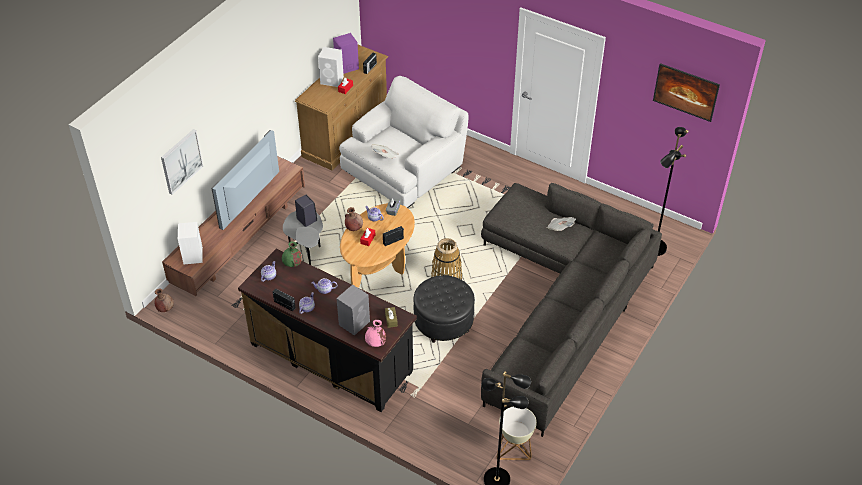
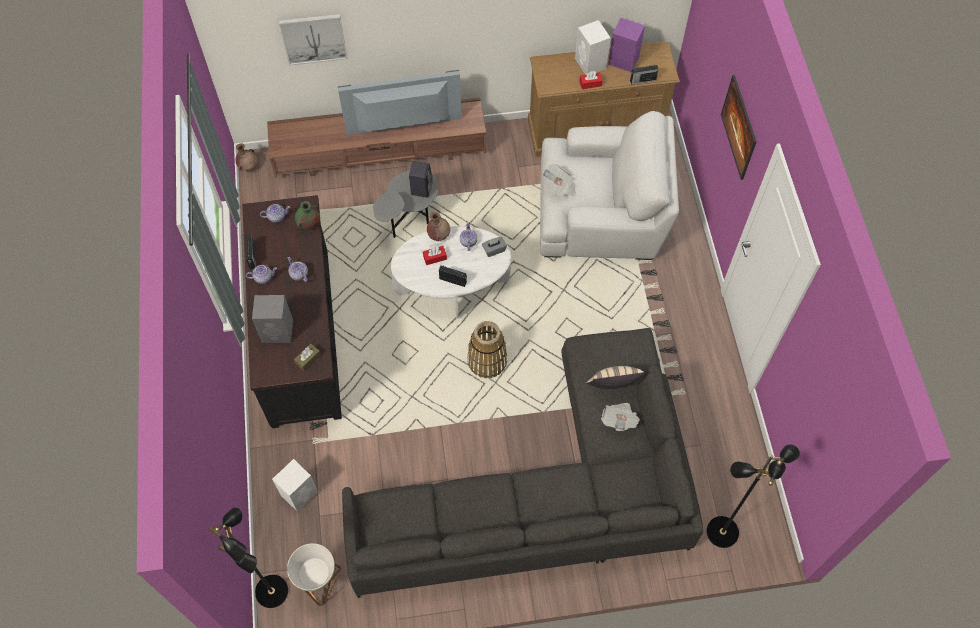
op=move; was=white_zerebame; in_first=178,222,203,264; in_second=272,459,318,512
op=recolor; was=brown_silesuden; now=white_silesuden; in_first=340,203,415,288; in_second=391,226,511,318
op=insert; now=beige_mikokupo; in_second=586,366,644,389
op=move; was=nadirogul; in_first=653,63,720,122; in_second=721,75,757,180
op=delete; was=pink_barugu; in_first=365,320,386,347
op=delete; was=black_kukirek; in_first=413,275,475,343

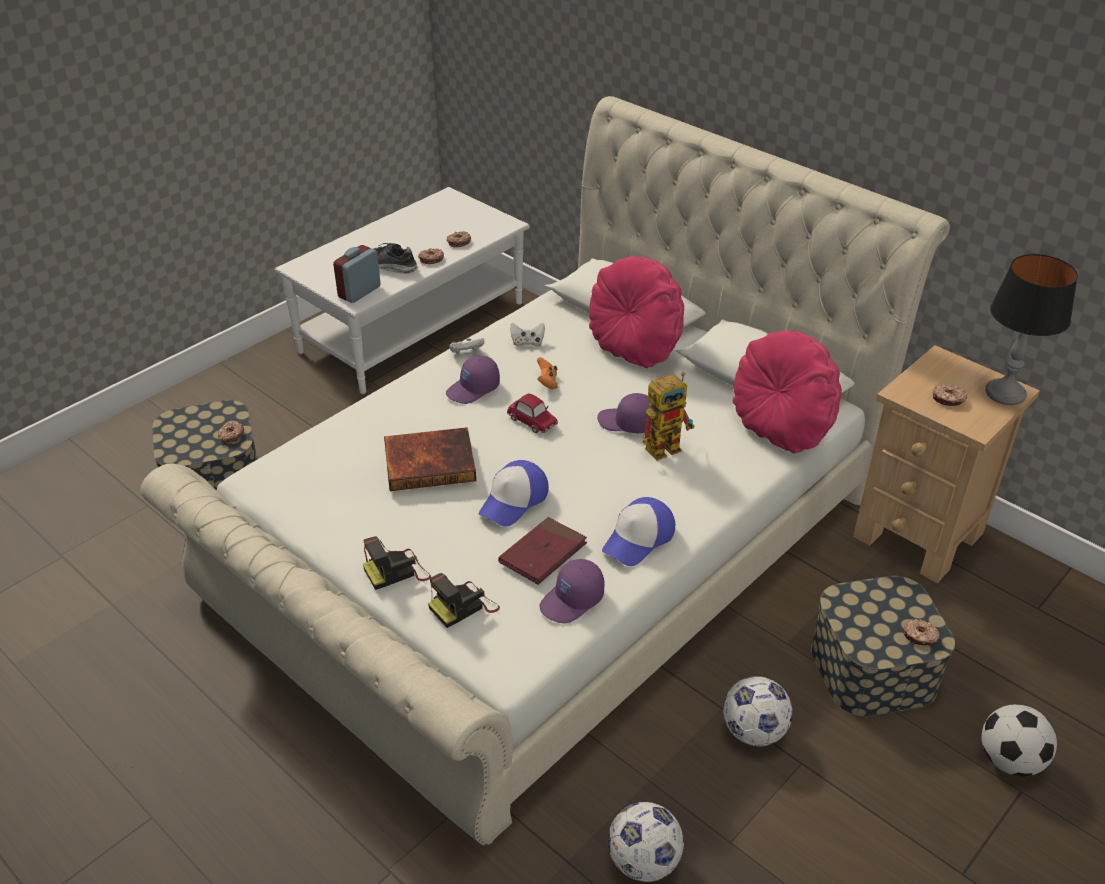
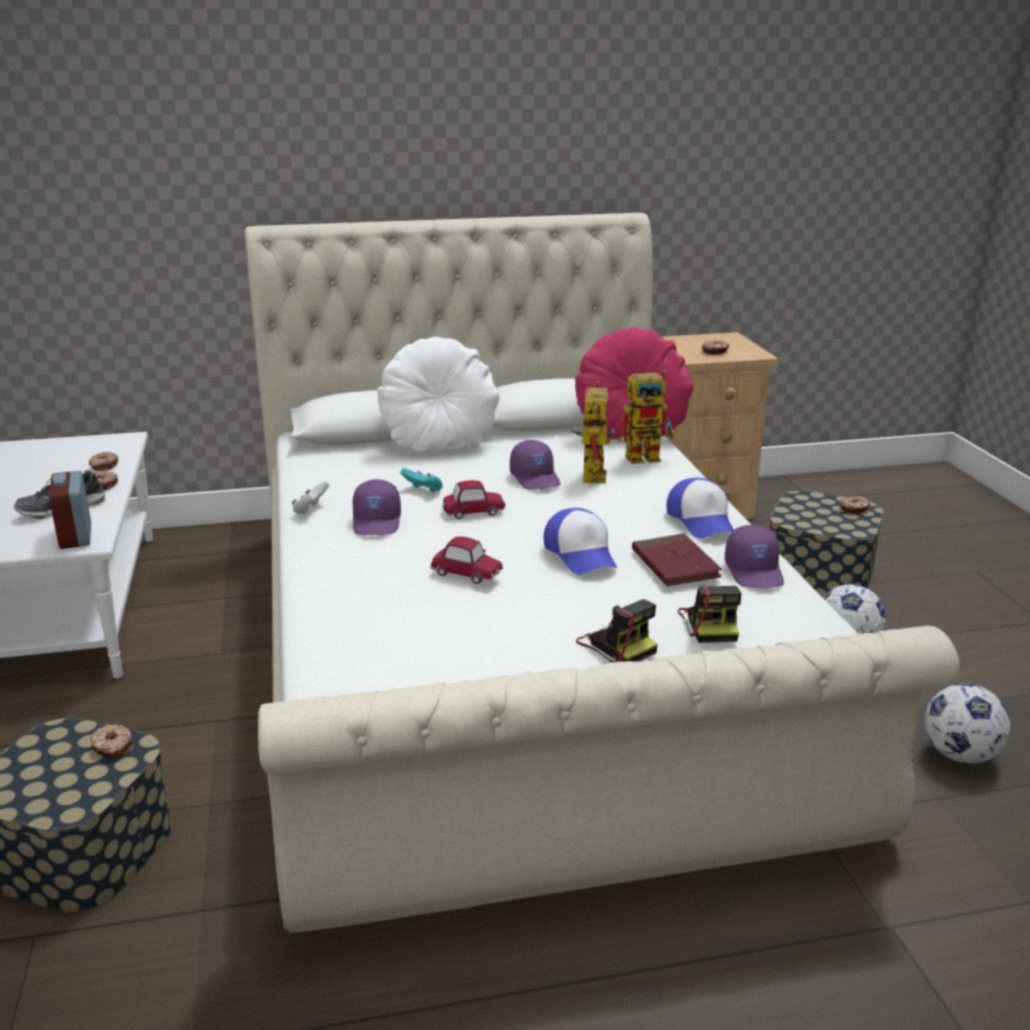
op=recolor; was=pink_mikokupo; now=white_mikokupo; in_first=589,256,684,368; in_second=377,337,499,453
op=recolor; was=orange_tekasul; now=turquoise_tekasul; in_first=537,357,558,390; in_second=400,467,443,492
op=replace; was=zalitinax; now=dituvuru; in_first=384,427,476,491; in_second=430,536,503,584
op=rotate; was=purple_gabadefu; in_first=597,393,651,433; in_second=510,440,561,490; clockwise=-75
op=rotate; was=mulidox; in_first=363,536,431,590; in_second=576,599,658,662; clockwise=-45
op=insert; now=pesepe; in_second=618,370,674,464
op=delete; was=white_tekasul; in_first=510,323,545,346
op=delete; was=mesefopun; in_first=982,704,1057,776
op=delete; was=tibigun; in_first=985,254,1078,405

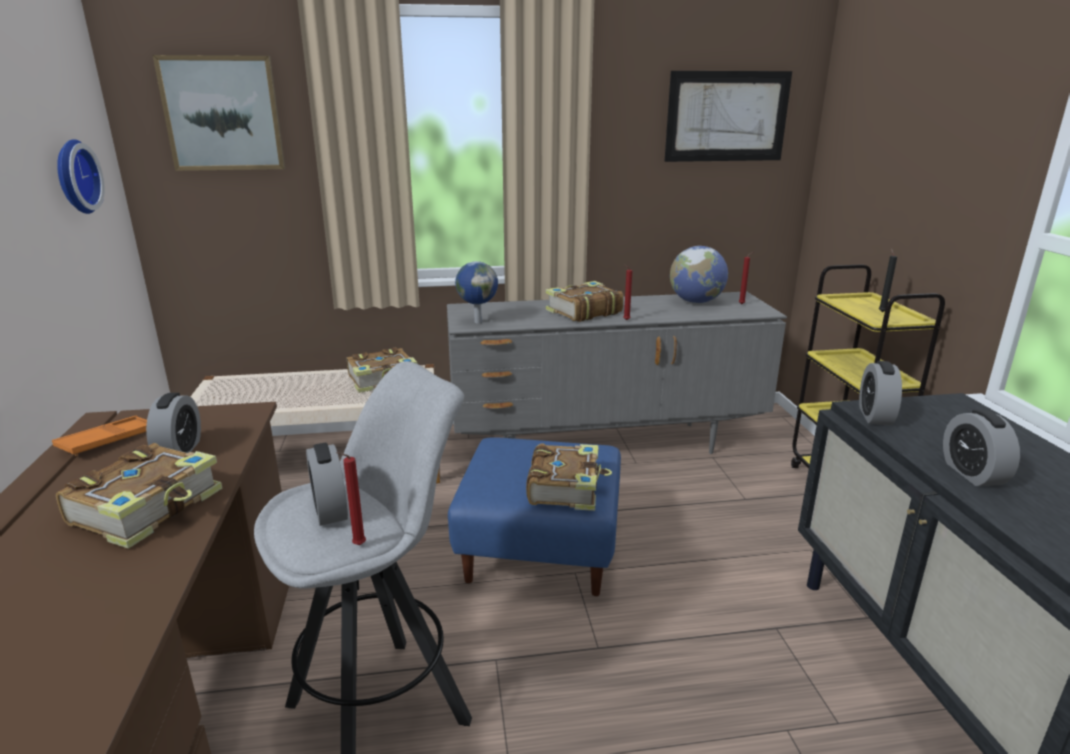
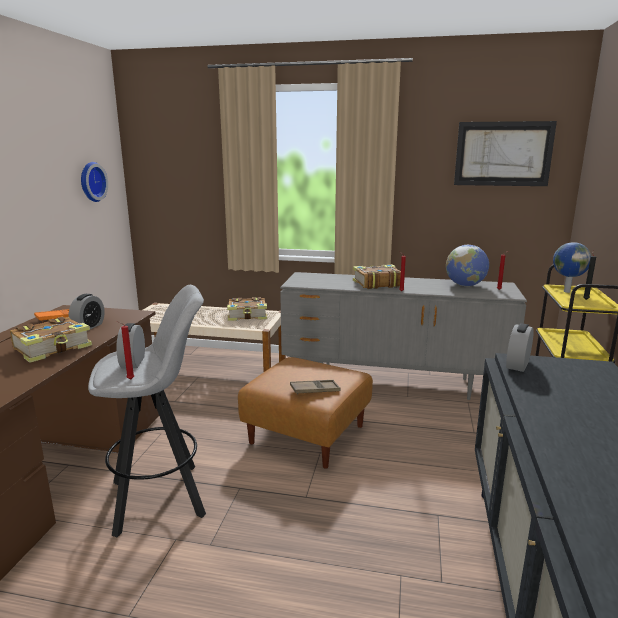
op=recolor; was=blue_kukirek; now=brown_kukirek; in_first=448,437,621,596; in_second=238,357,373,469
op=replace; was=zalitinax; now=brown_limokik; in_first=526,444,612,511; in_second=290,380,341,395
op=move; was=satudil; in_first=455,261,498,323; in_second=553,242,591,293
op=delete; was=nadirogul; in_first=153,55,285,171
op=delete; was=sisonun; in_first=943,409,1020,486

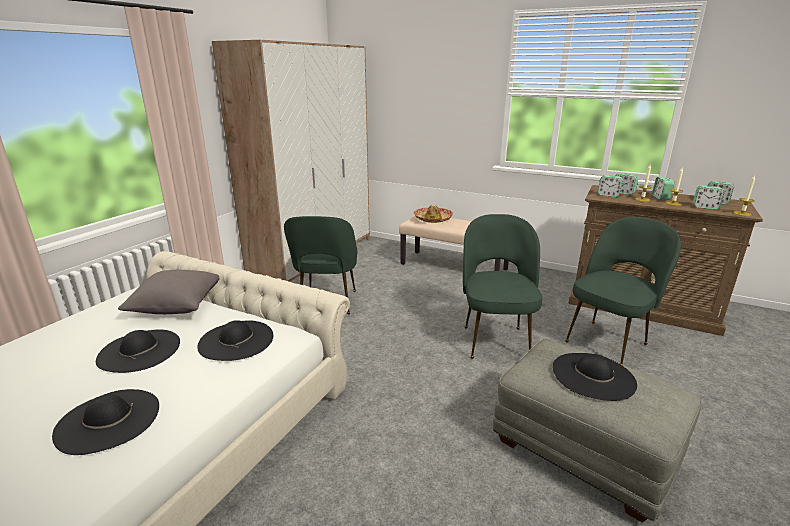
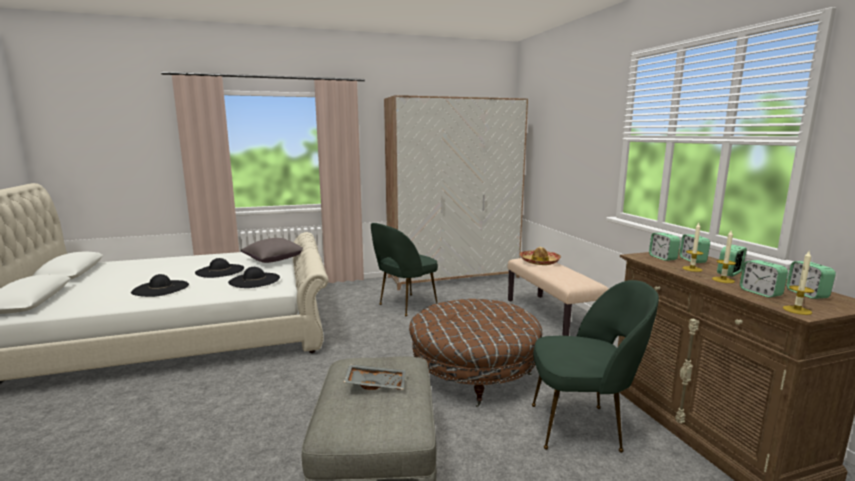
op=replace; was=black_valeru; now=grey_limokik; in_first=553,353,637,401; in_second=344,364,406,390
op=replace; was=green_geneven; now=brown_kukirek; in_first=463,214,543,359; in_second=409,299,542,407

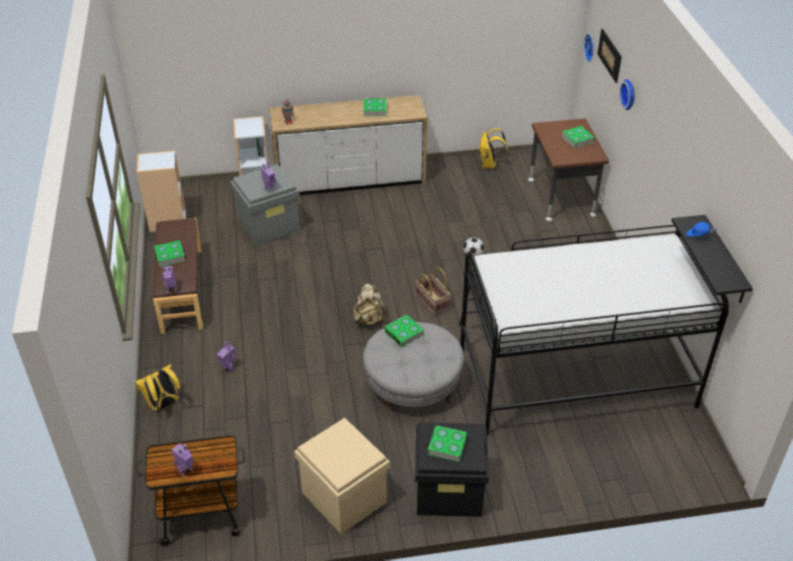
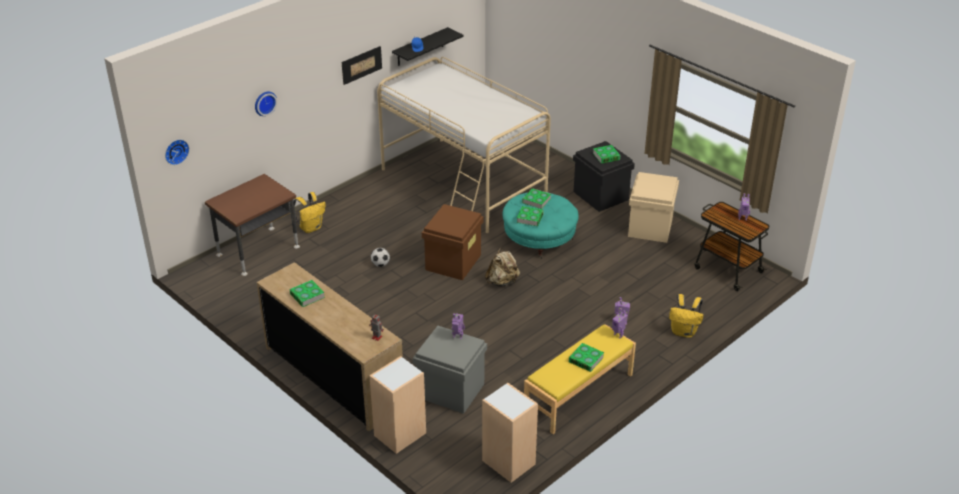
op=move; was=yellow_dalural; in_first=479,128,508,169; in_second=294,192,326,233
op=move; was=nadirogul; in_first=597,28,622,83; in_second=342,46,382,85
op=recolor; was=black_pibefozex; now=beige_pibefozex; in_first=459,225,729,436; in_second=377,57,551,233
op=replace; was=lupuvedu; now=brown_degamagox; in_first=416,268,451,316; in_second=422,204,484,280
op=recolor; was=grey_kukirek; now=turquoise_kukirek; in_first=363,322,464,411; in_second=503,192,579,259
op=move; was=zalitinax; in_first=561,126,595,148; in_second=522,188,551,209
op=recolor; was=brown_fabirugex; now=yellow_fabirugex; in_first=153,218,203,334; in_second=524,324,636,434

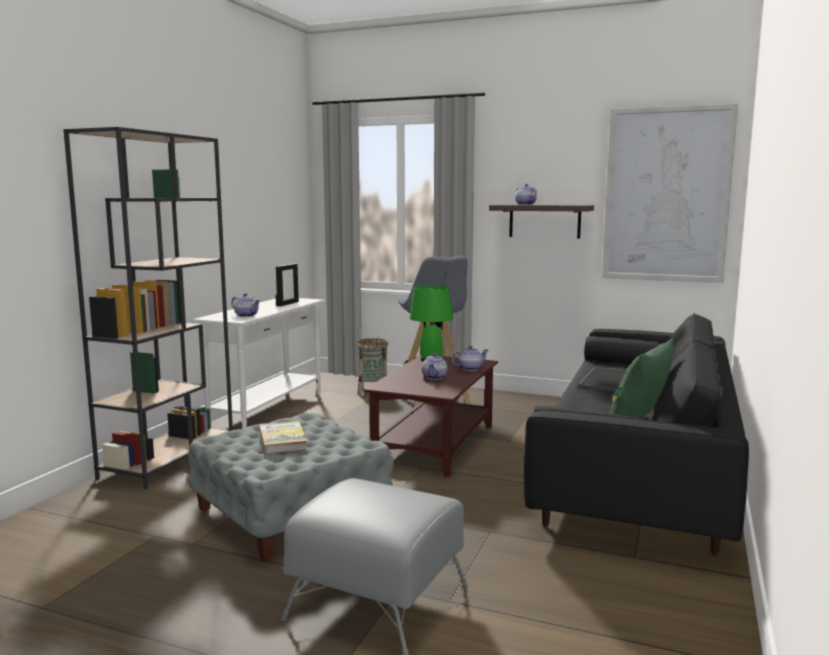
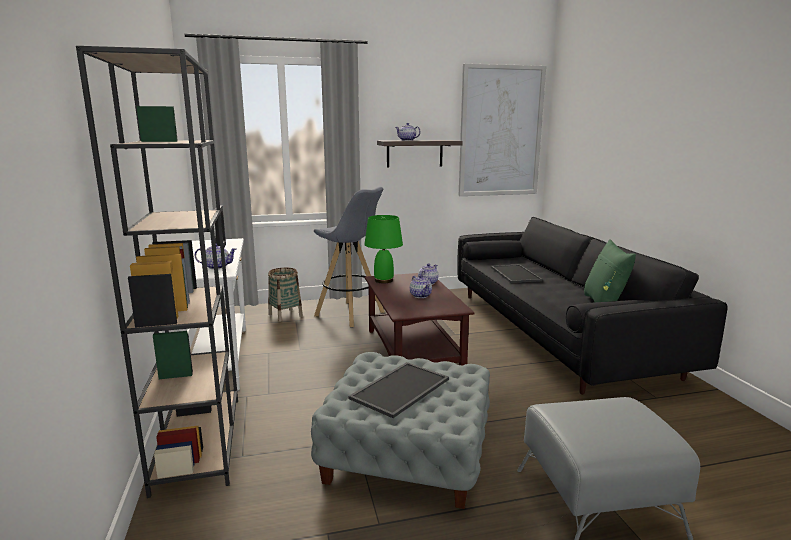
op=replace; was=zalitinax; now=limokik; in_first=259,421,307,453; in_second=348,362,449,418

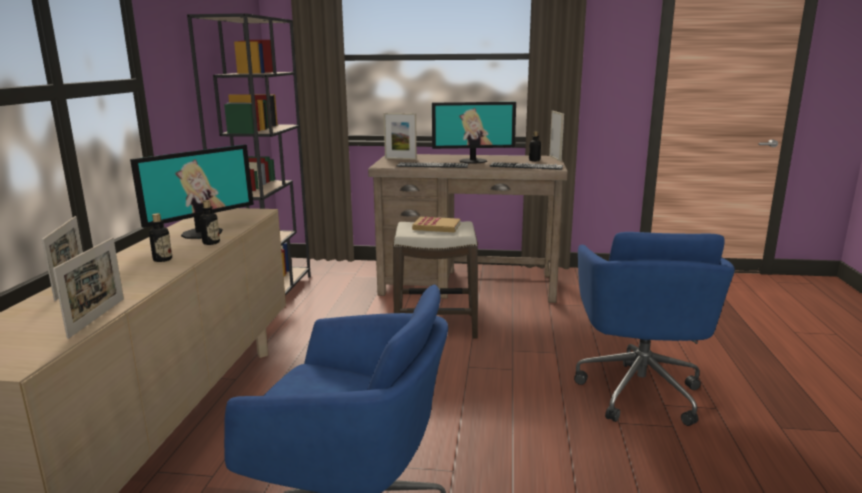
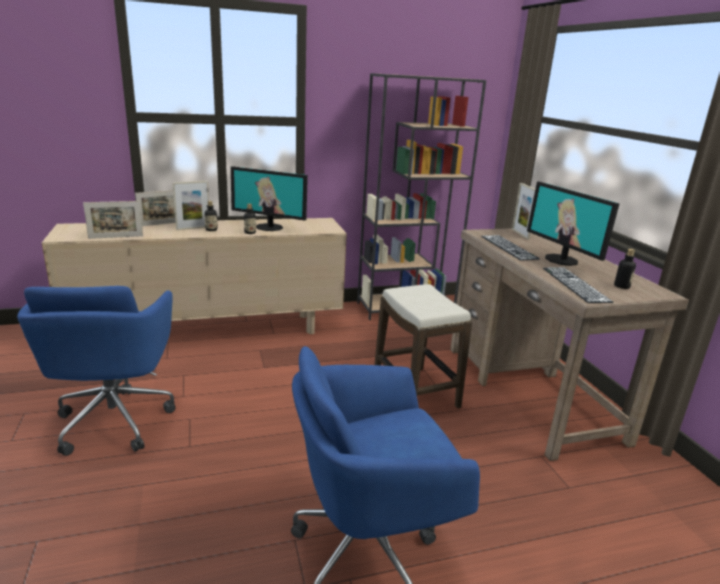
op=move; was=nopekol; in_first=549,111,564,161; in_second=172,181,209,230
op=delete; was=zalitinax; in_first=412,217,461,233

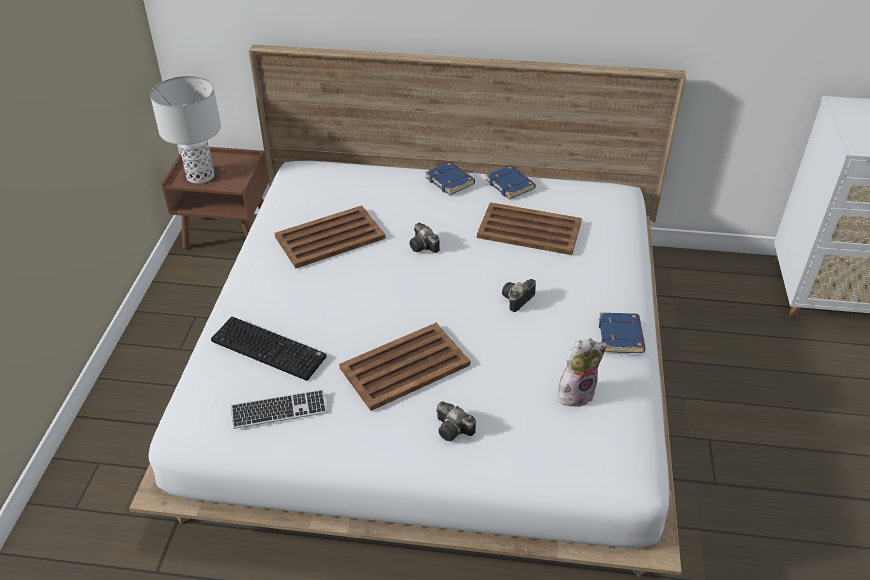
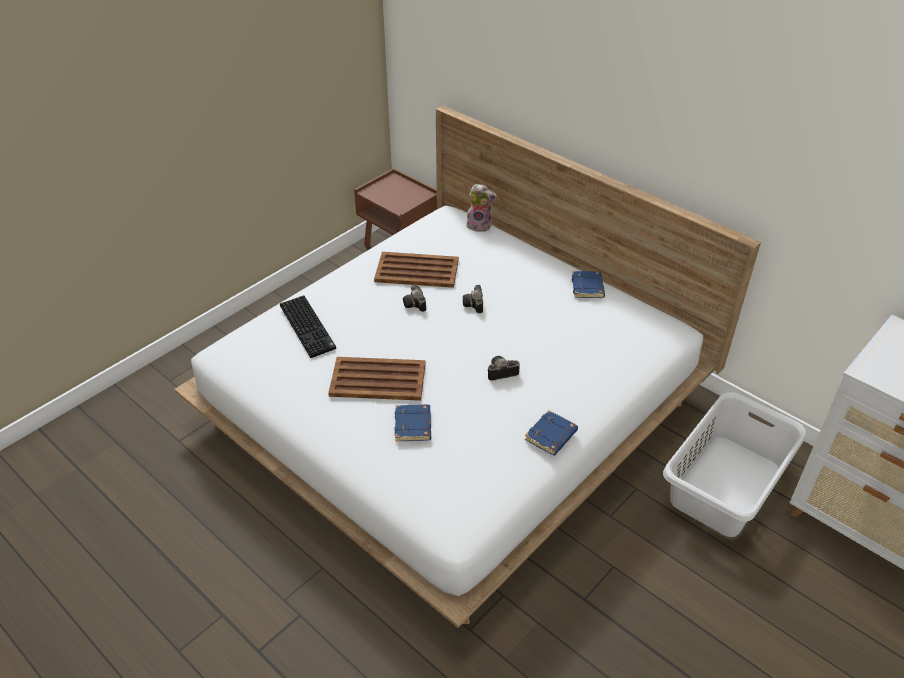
op=move; was=blue_zalitinax; in_first=425,162,475,196; in_second=395,404,431,442
op=move; was=mulidox; in_first=436,401,476,441; in_second=403,284,426,312
op=move; was=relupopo; in_first=558,338,607,407; in_second=467,184,497,232
op=insert; now=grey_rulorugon; in_second=663,392,806,537
op=delete; was=white_tibigun; in_first=150,76,221,184
op=delete; was=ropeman; in_first=231,389,327,429
op=delete; was=brown_limokik; in_first=477,202,582,255

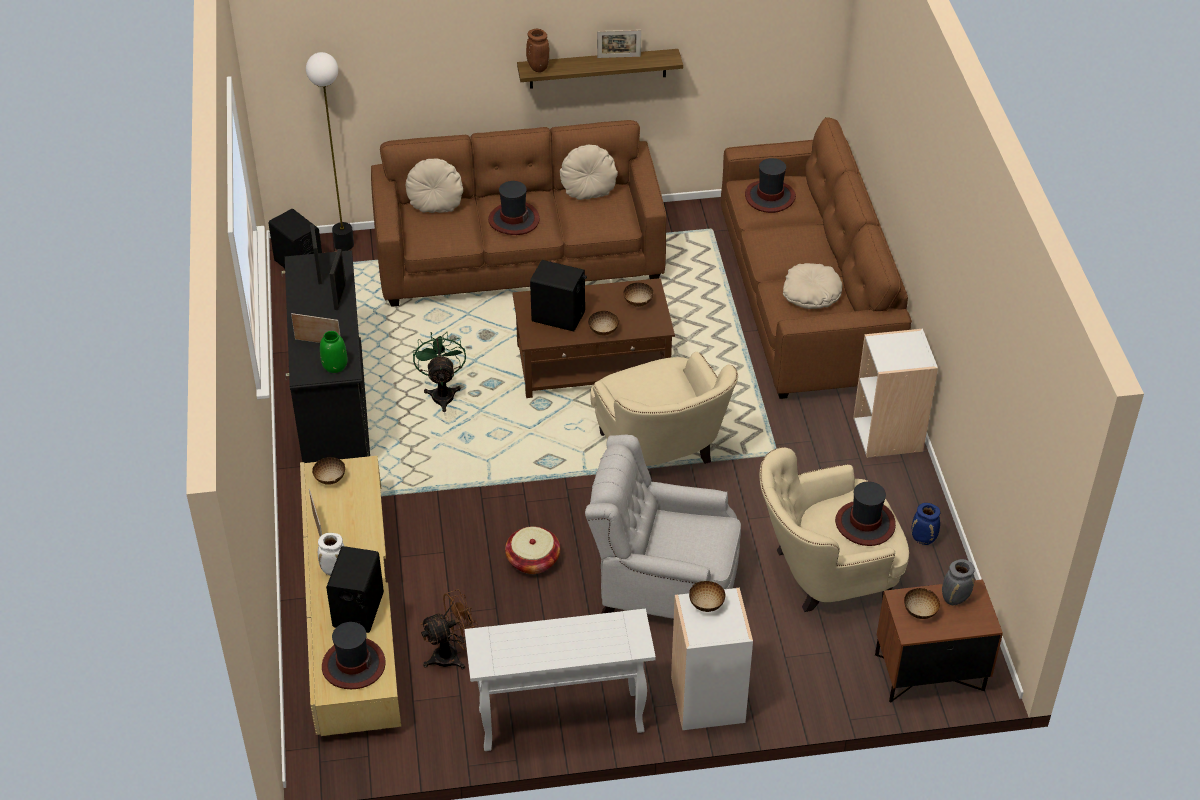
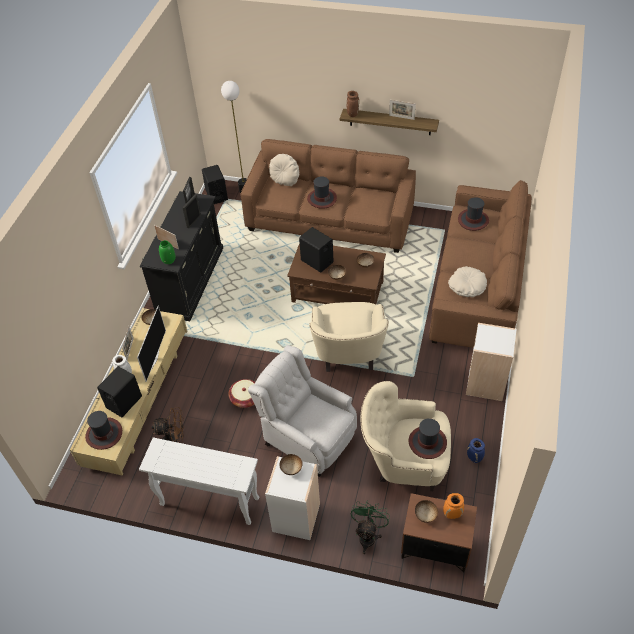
op=insert; now=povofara; in_second=137,305,166,382
op=move; was=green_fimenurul; in_first=413,331,466,412; in_second=351,500,390,554
op=recolor; was=grey_barugu; now=orange_barugu; in_first=942,559,975,605; in_second=443,493,464,519
op=delete; was=beige_mikokupo; in_first=560,145,618,200

